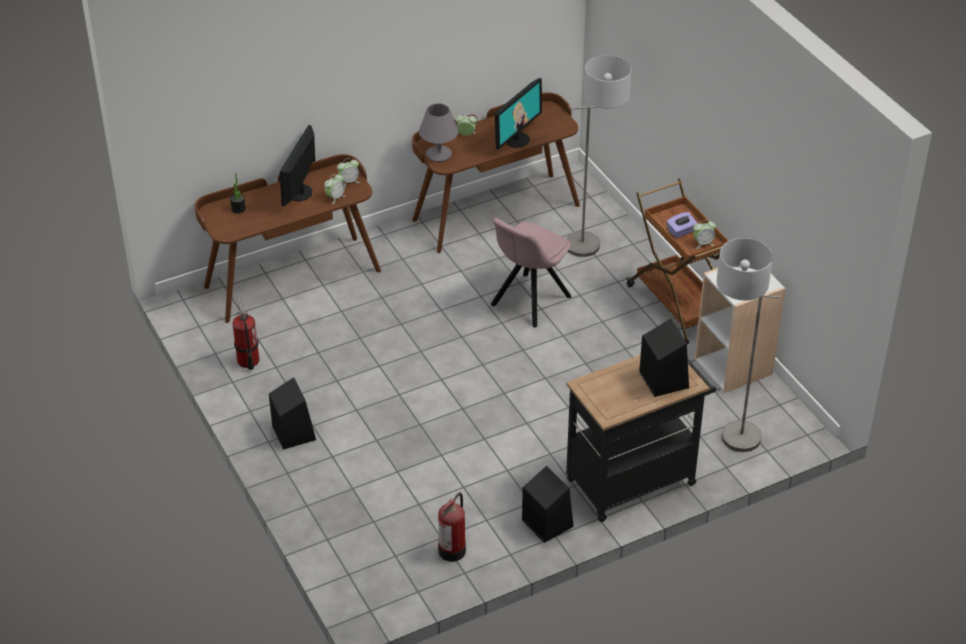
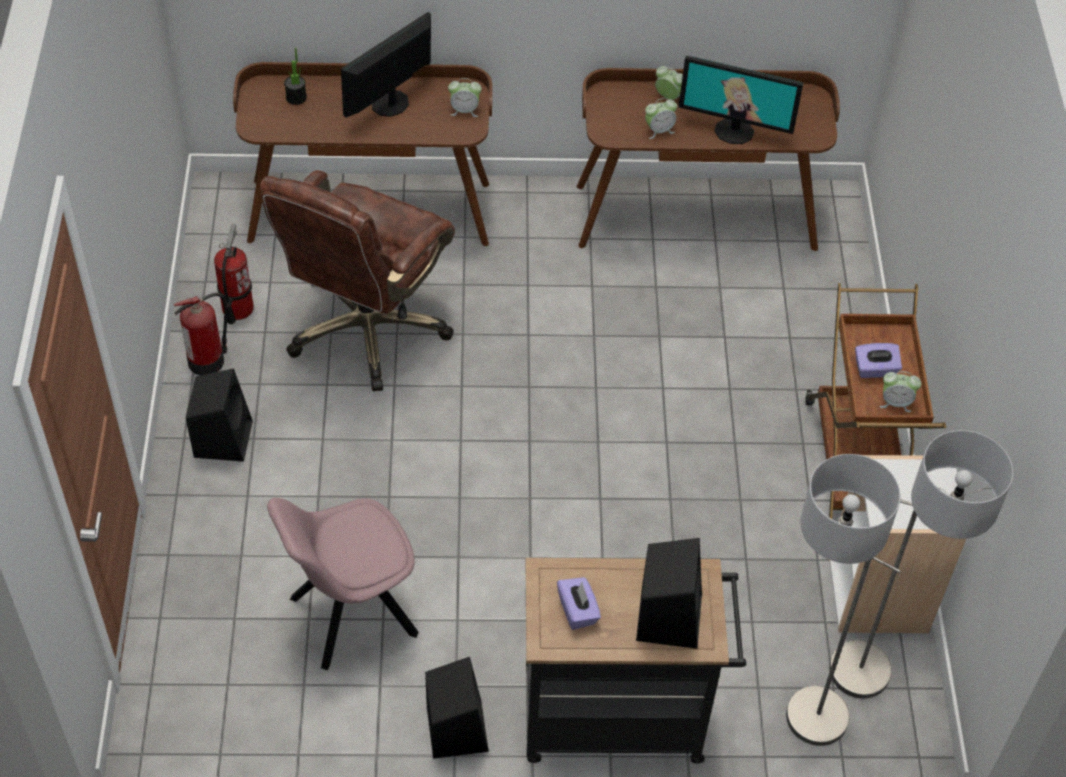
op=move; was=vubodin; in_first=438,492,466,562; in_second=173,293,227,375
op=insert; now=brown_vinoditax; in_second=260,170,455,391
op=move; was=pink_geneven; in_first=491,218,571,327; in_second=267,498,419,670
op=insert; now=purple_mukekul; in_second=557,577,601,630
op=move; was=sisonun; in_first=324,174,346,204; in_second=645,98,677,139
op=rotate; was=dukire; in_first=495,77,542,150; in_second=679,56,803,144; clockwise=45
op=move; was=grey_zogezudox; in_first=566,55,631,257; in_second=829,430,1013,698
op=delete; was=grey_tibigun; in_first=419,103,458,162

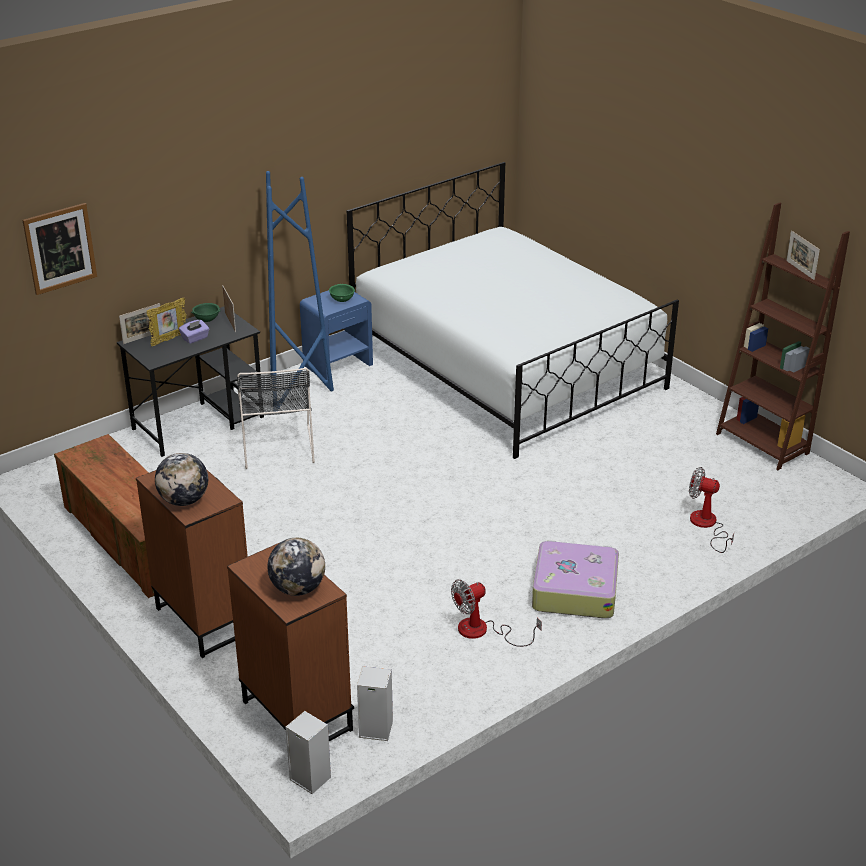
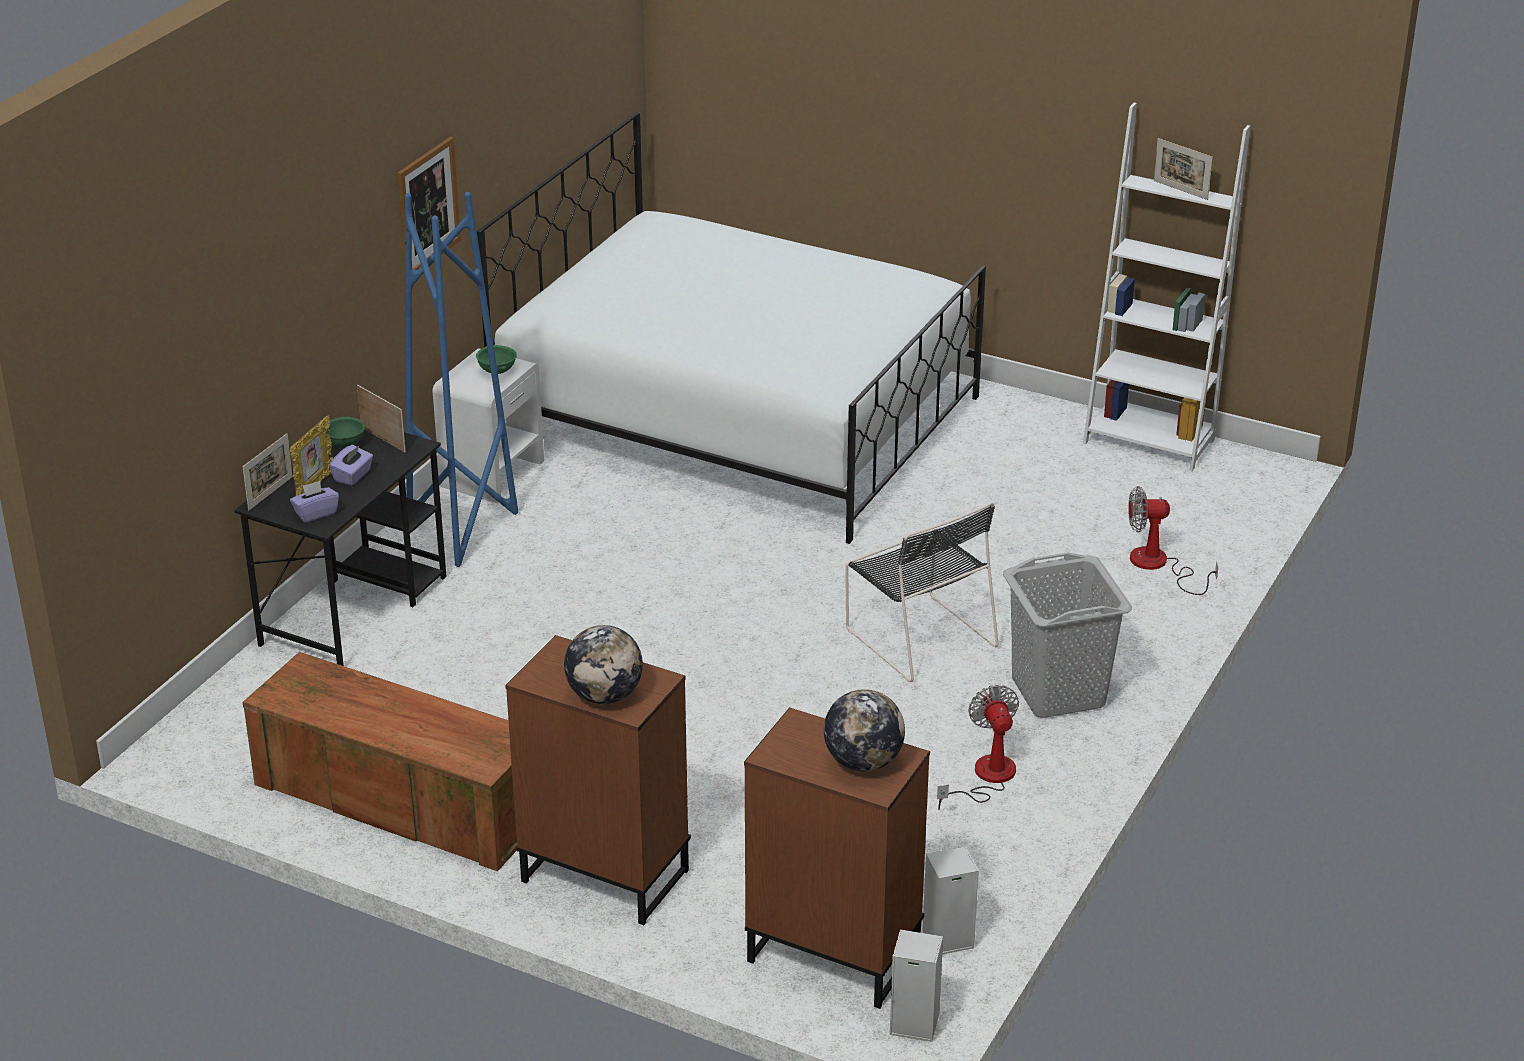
op=insert; now=purple_mukekul; in_second=290,481,339,523
op=move; was=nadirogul; in_first=23,203,97,295; in_second=397,136,461,270
op=recolor; was=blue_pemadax; now=white_pemadax; in_first=300,290,373,380; in_second=432,348,544,503
op=move; was=black_geneven; in_first=237,368,315,469; in_second=845,502,999,682
op=rotate; was=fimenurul; in_first=451,579,542,647; in_second=937,685,1019,810; clockwise=135
op=replace; was=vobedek; now=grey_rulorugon; in_first=532,540,619,618; in_second=1003,553,1132,718
op=recolor; was=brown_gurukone; now=white_gurukone; in_first=716,203,850,470; in_second=1083,103,1250,471

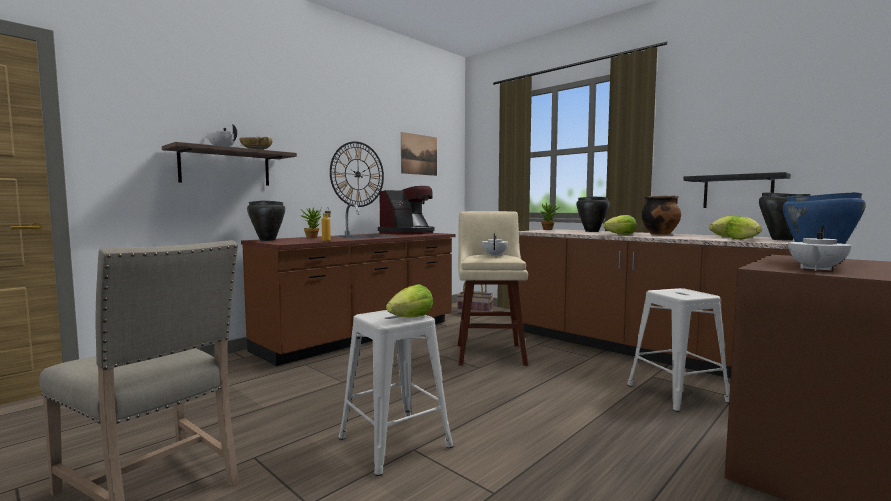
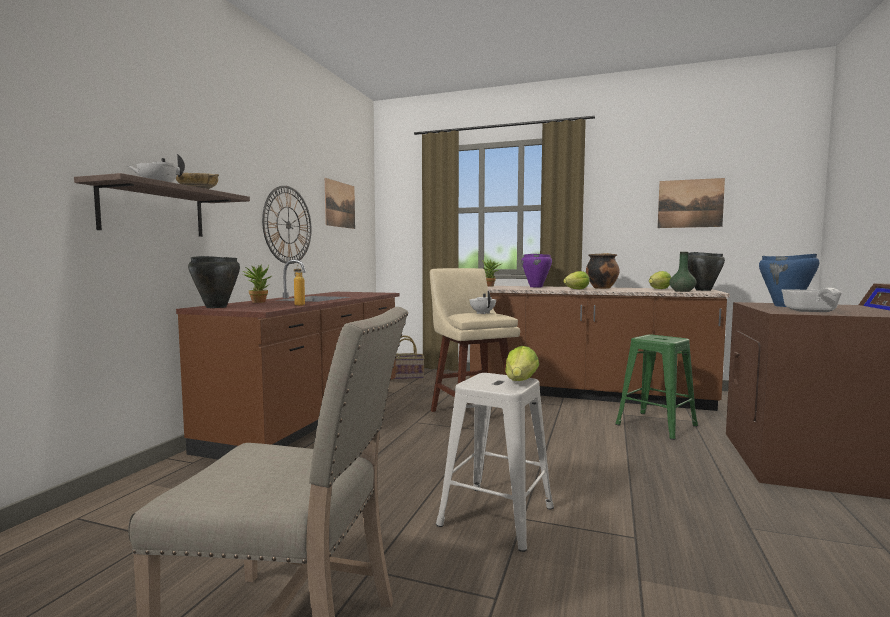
op=recolor; was=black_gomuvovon; now=purple_gomuvovon; in_first=576,196,610,232; in_second=521,254,552,287
op=recolor; was=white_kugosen; now=green_kugosen; in_first=627,288,730,412; in_second=615,334,698,440
op=insert; now=nadirogul; in_second=658,178,725,228
op=replace; was=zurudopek; now=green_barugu; in_first=726,216,762,240; in_second=669,252,696,292
op=replace; was=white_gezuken; now=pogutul; in_first=788,225,851,271; in_second=782,288,843,312
op=delete; was=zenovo; in_first=378,186,435,235
op=delete; was=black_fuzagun; in_first=683,172,791,208

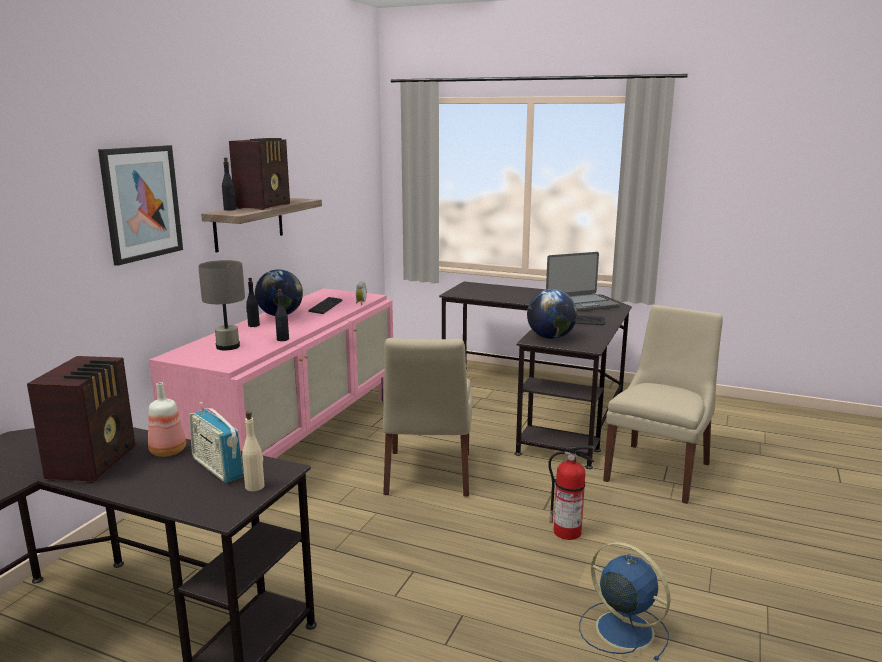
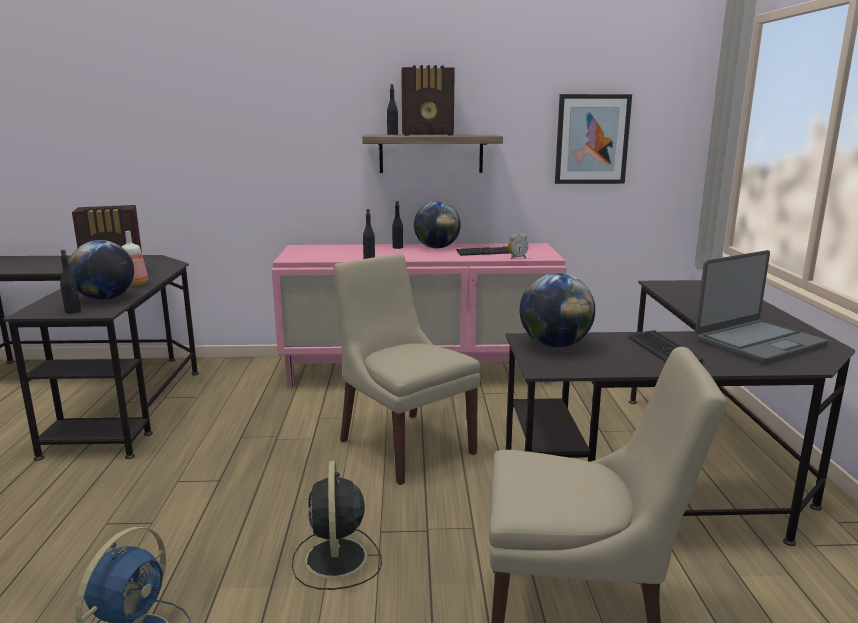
op=recolor; was=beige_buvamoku; now=black_buvamoku; in_first=242,411,264,491; in_second=60,250,81,314
op=replace; was=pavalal; now=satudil; in_first=189,402,244,483; in_second=68,240,134,300
op=replace; was=vubodin; now=black_fimenurul; in_first=548,445,595,540; in_second=292,460,382,590
op=rotate; was=beige_geneven; in_first=383,338,473,496; in_second=334,253,480,485; clockwise=75
op=move; was=nadirogul; in_first=98,145,183,266; in_second=555,94,632,184
op=rotate; was=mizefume; in_first=546,252,619,312; in_second=695,250,828,364; clockwise=-75
op=delete; was=grey_tibigun; in_first=198,260,245,350

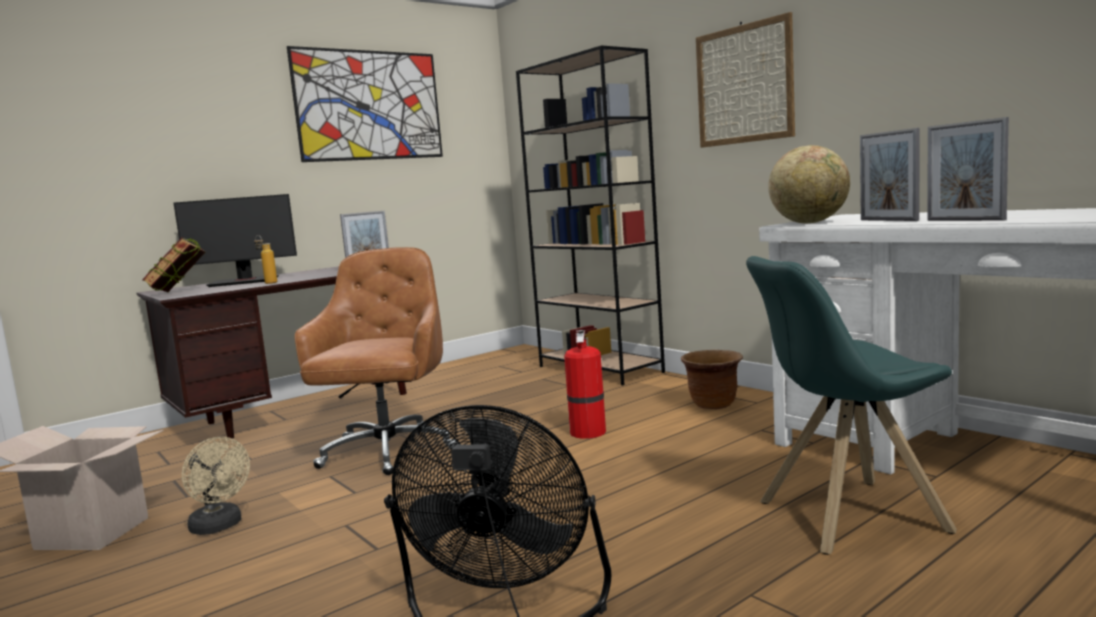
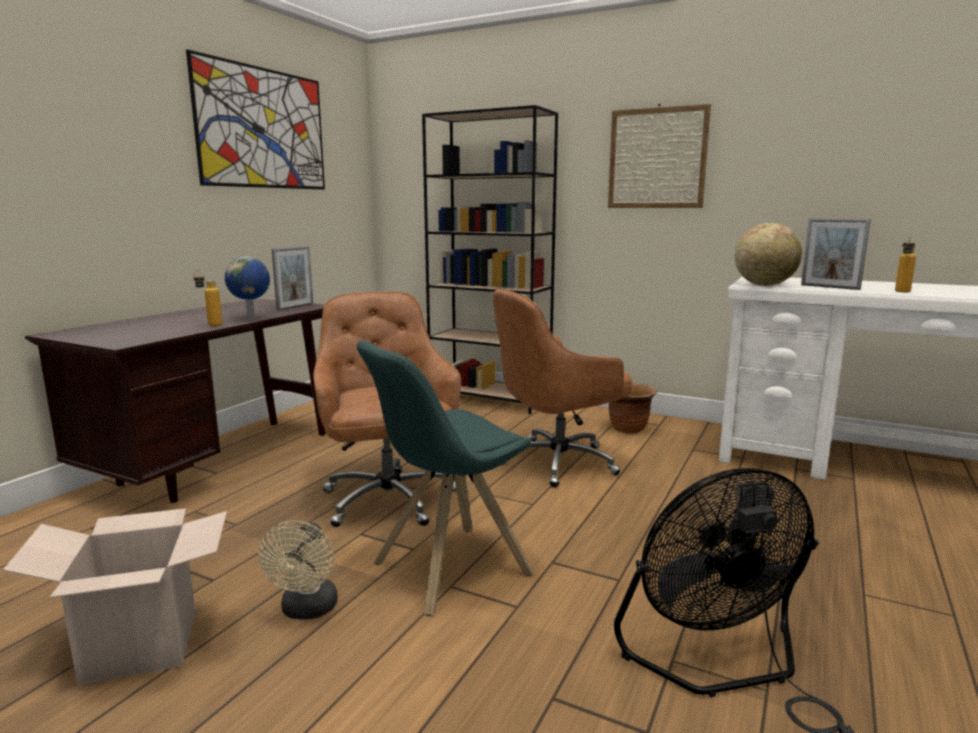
op=insert; now=satudil; in_second=225,257,270,320
op=rotate; was=beige_fimenurul; in_first=182,437,250,535; in_second=258,521,338,620; clockwise=75
op=move; was=turquoise_geneven; in_first=746,256,957,555; in_second=357,340,534,616
op=replace; was=vubodin; now=brown_vinoditax; in_first=564,330,606,439; in_second=493,288,633,487
op=replace; was=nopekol; now=buvamoku; in_first=927,117,1009,221; in_second=895,237,916,292
op=delete; was=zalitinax; in_first=142,238,205,292
op=delete; was=dukire; in_first=174,194,297,287

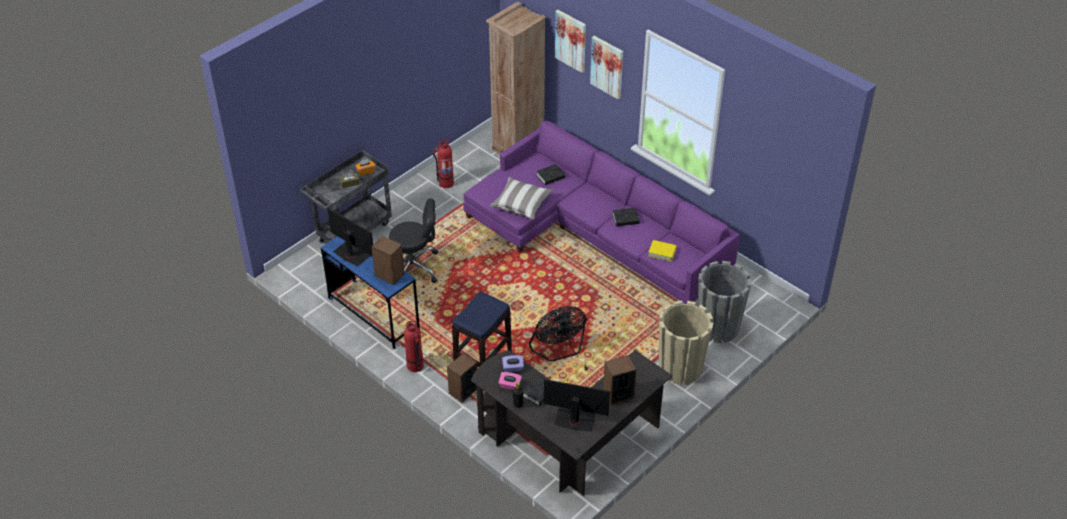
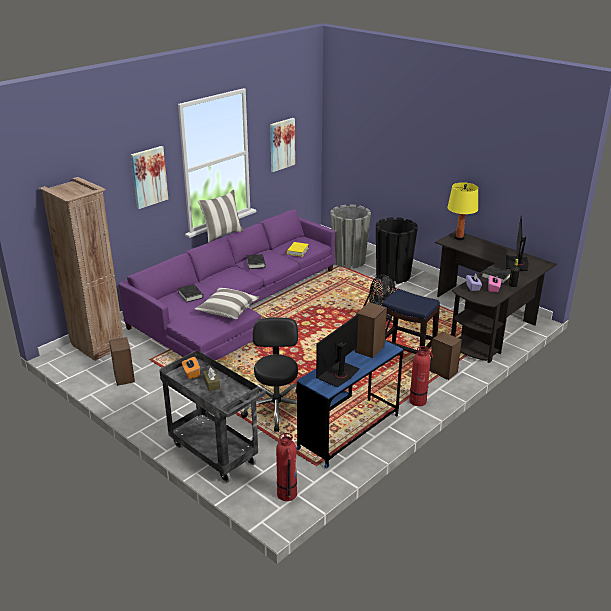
op=move; was=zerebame; in_first=603,355,636,405; in_second=109,337,135,386
op=insert; now=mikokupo; in_second=198,190,244,243
op=move; was=nadirogul; in_first=555,10,586,73; in_second=270,118,295,172
op=move; was=vubodin; in_first=433,140,454,188; in_second=276,433,297,501
op=recolor; was=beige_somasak; now=black_somasak; in_first=659,301,713,385; in_second=376,217,418,284
op=insert; now=yellow_tibigun; in_second=448,182,478,240

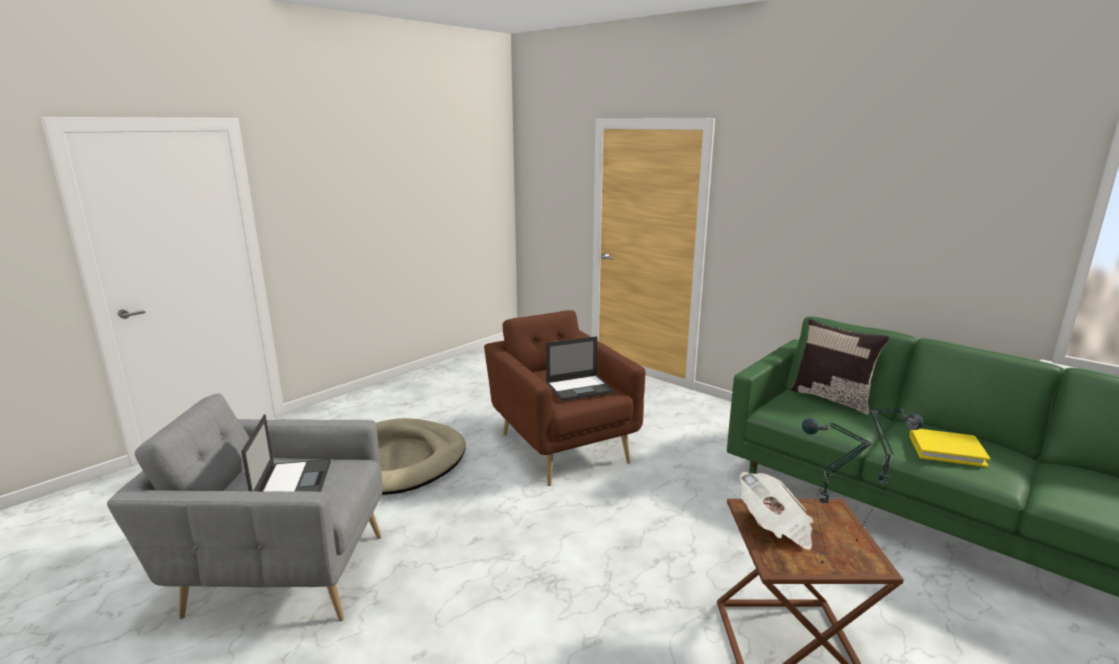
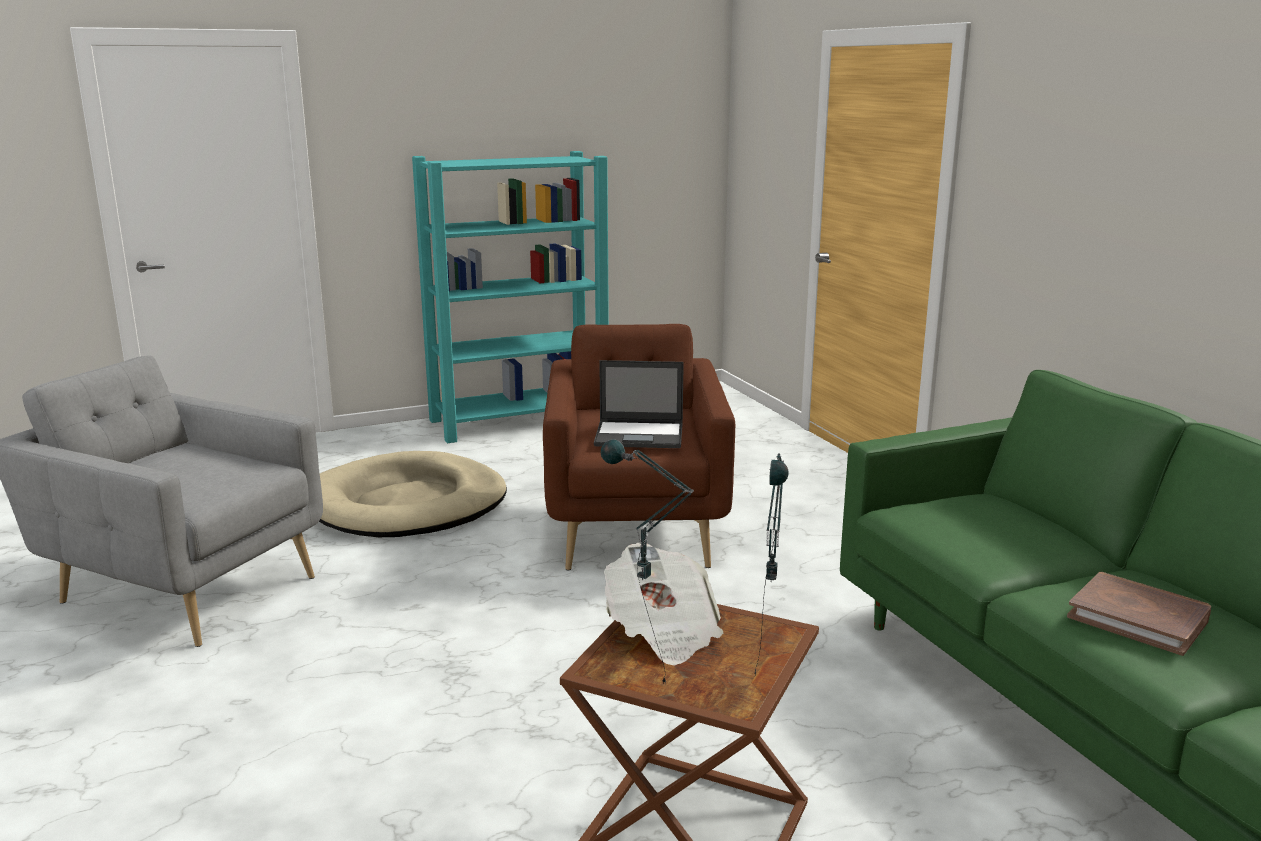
op=insert; now=turquoise_gurukone; in_second=412,151,609,443
op=recolor; was=yellow_zalitinax; now=brown_zalitinax; in_first=909,429,990,467; in_second=1067,572,1211,656
op=delete; was=mizefume; in_first=241,414,331,492
op=delete; was=mikokupo; in_first=791,319,890,415

